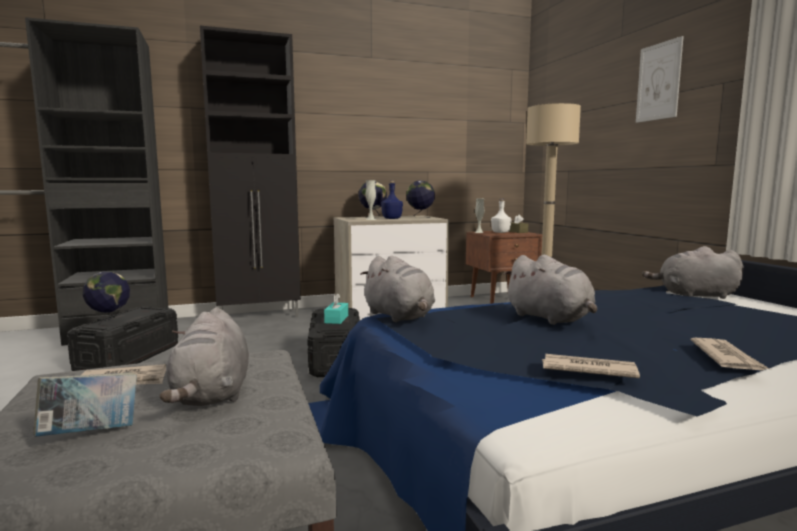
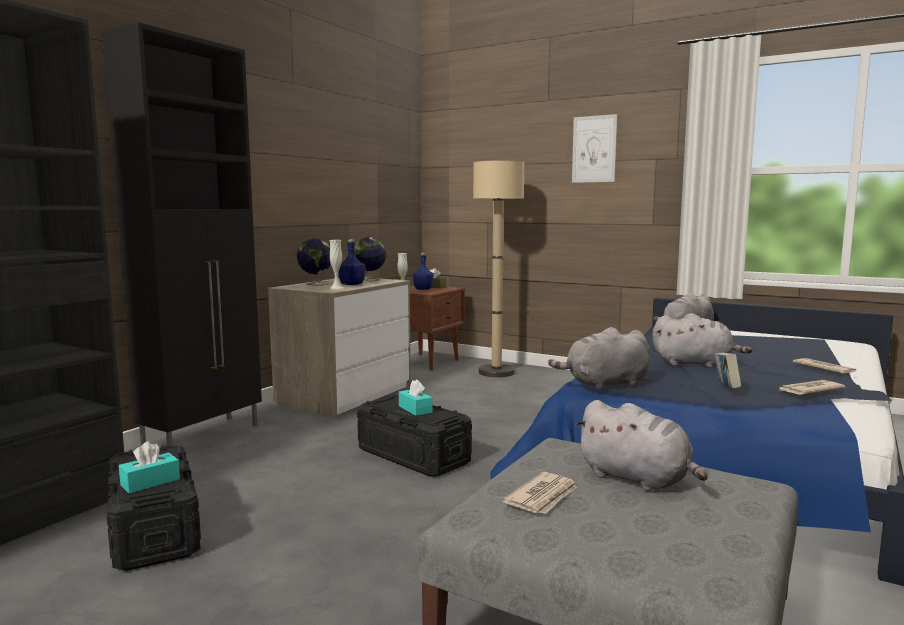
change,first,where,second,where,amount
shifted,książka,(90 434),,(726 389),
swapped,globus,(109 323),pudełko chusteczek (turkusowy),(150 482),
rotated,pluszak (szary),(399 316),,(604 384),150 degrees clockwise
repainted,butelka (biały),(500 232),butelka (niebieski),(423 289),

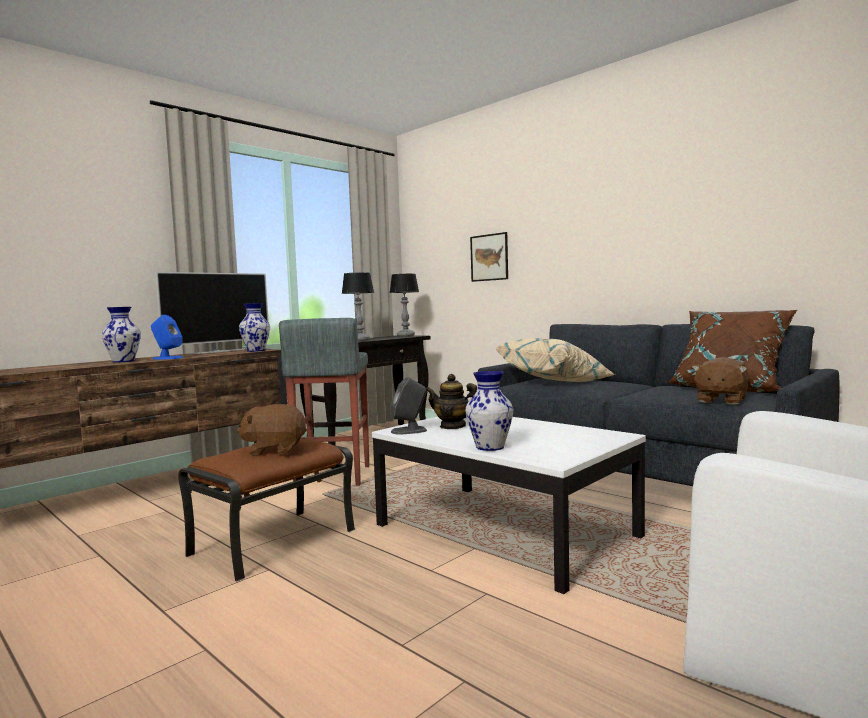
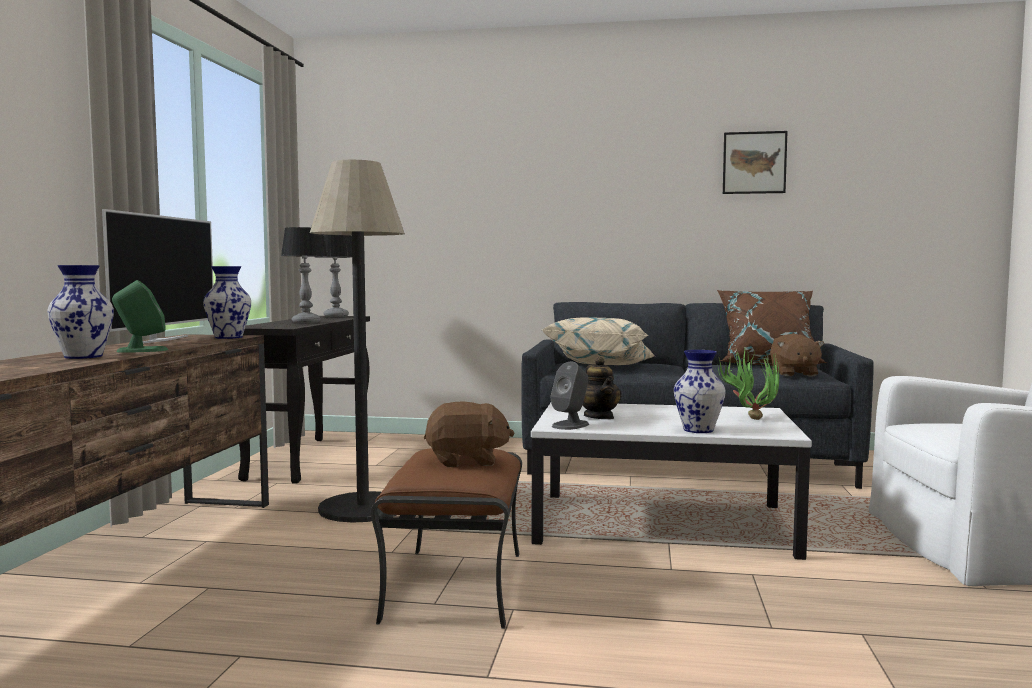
change,first,where,second,where,amount
repainted,głośnik (niebieski),(167 358),głośnik (zielony),(141 350),
rotated,pluszak (brązowy),(274 450),,(467 461),150 degrees counterclockwise
swapped,stołek (szary),(332 476),lampa stojąca,(363 508),
rotated,imbryk,(453 426),,(599 417),90 degrees counterclockwise
shifted,obraz,(489 257),,(754 162),
new,,,roślina doniczkowa,(749 417),

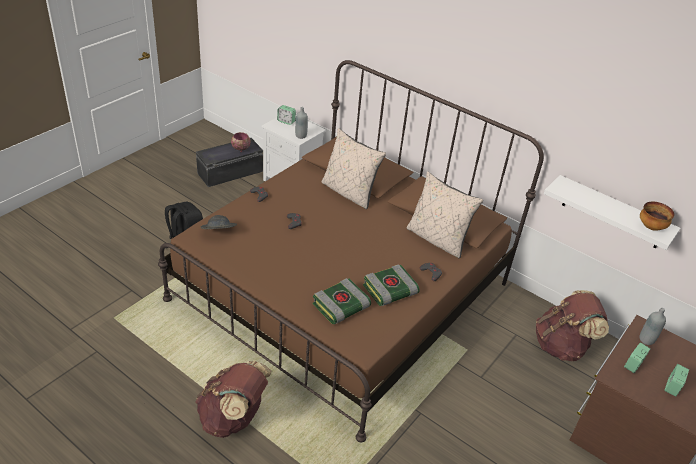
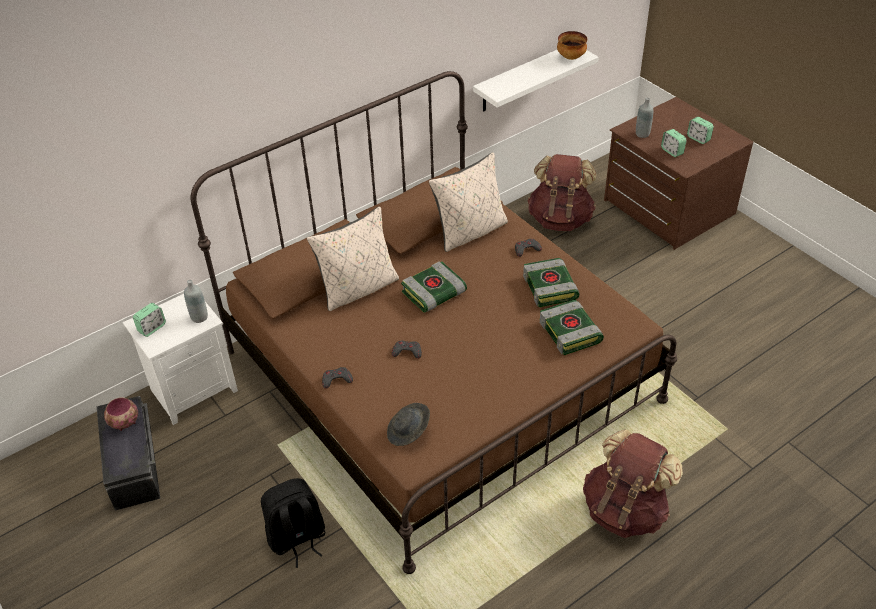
change,first,where,second,where,amount
new,,,książka,(433 294),

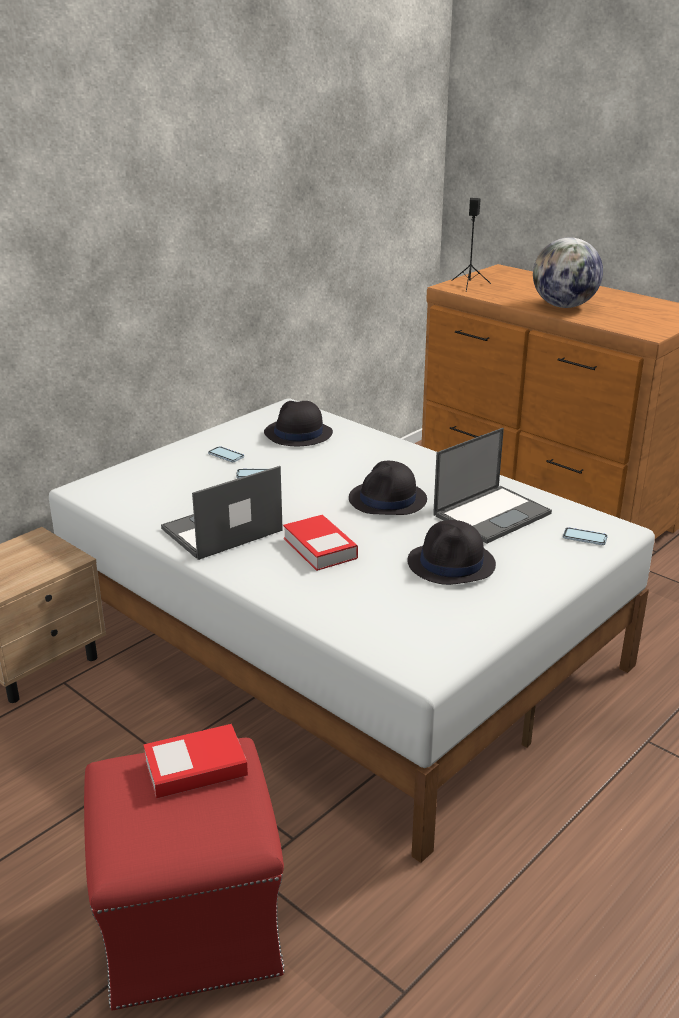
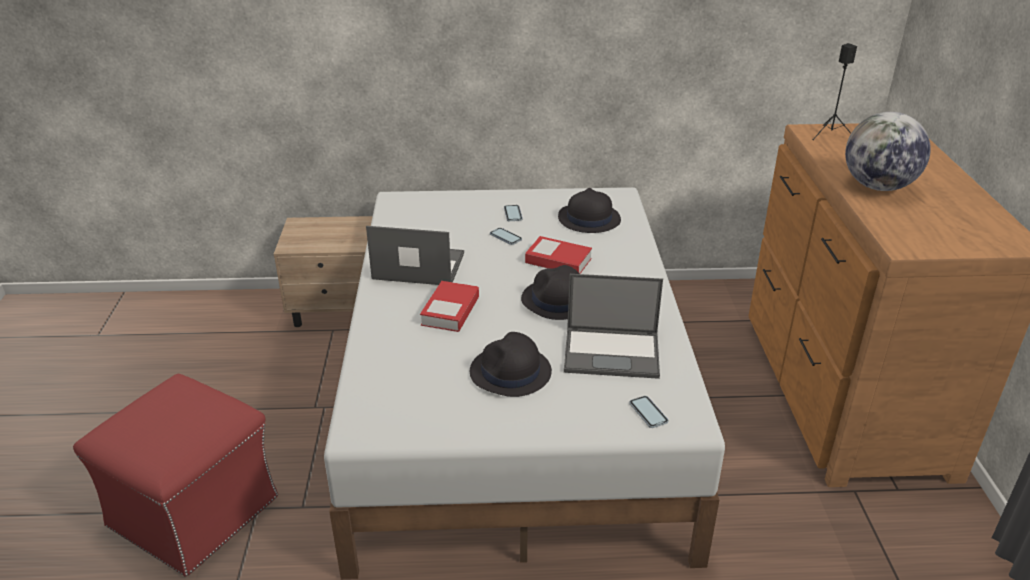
change,first,where,second,where,amount
shifted,książka,(196 768),,(558 261),

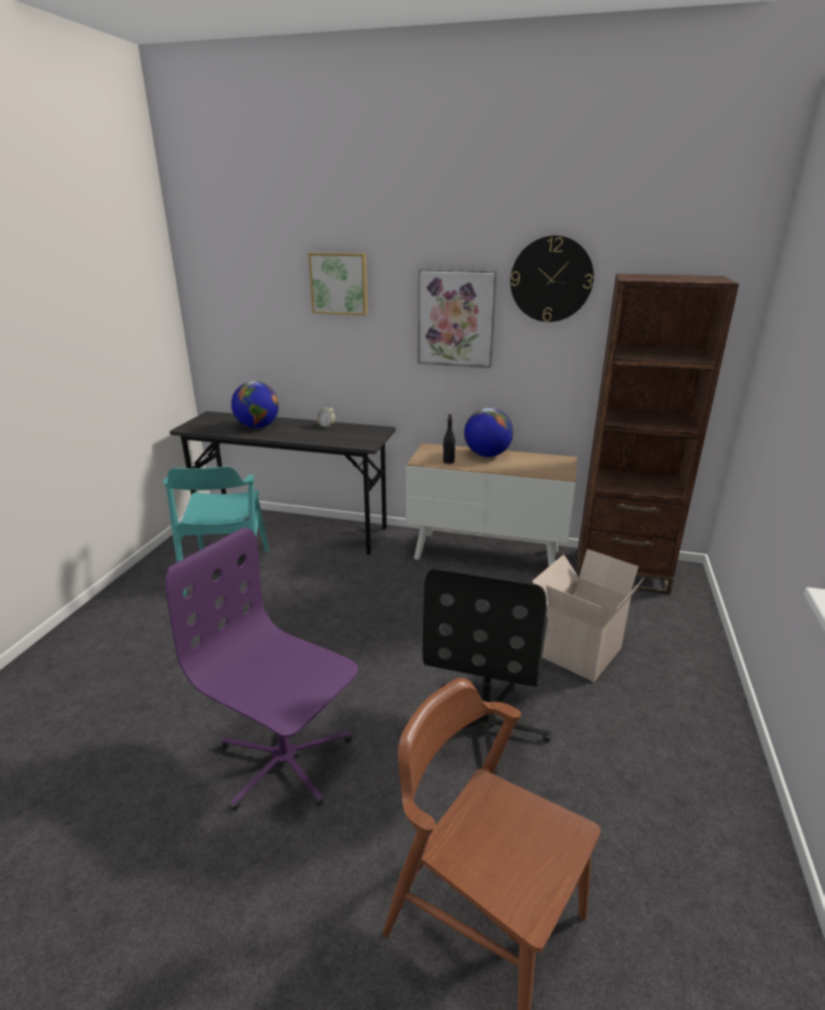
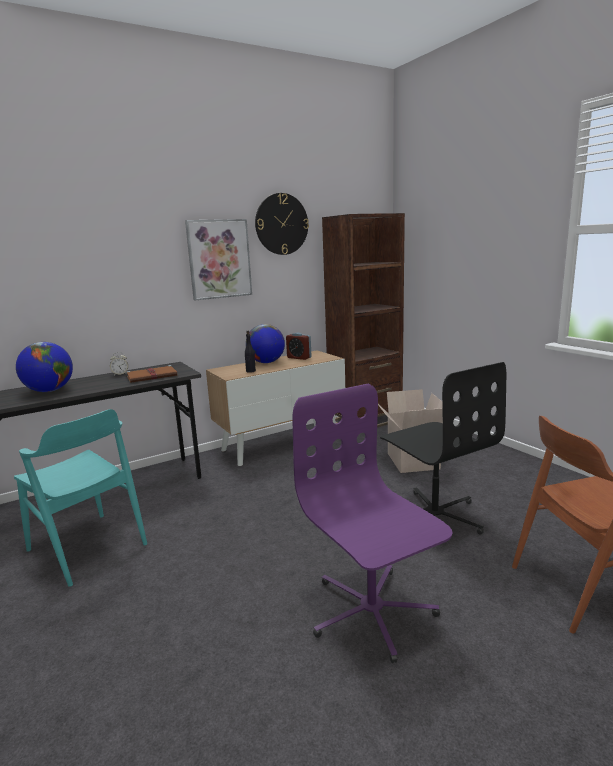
change,first,where,second,where,amount
rotated,krzesło biurowe (fioletowy),(284 760),,(371 612),75 degrees clockwise
gone,obraz,(339 283),,,
new,,,książka (brązowy),(153 376),
new,,,budzik,(299 357),

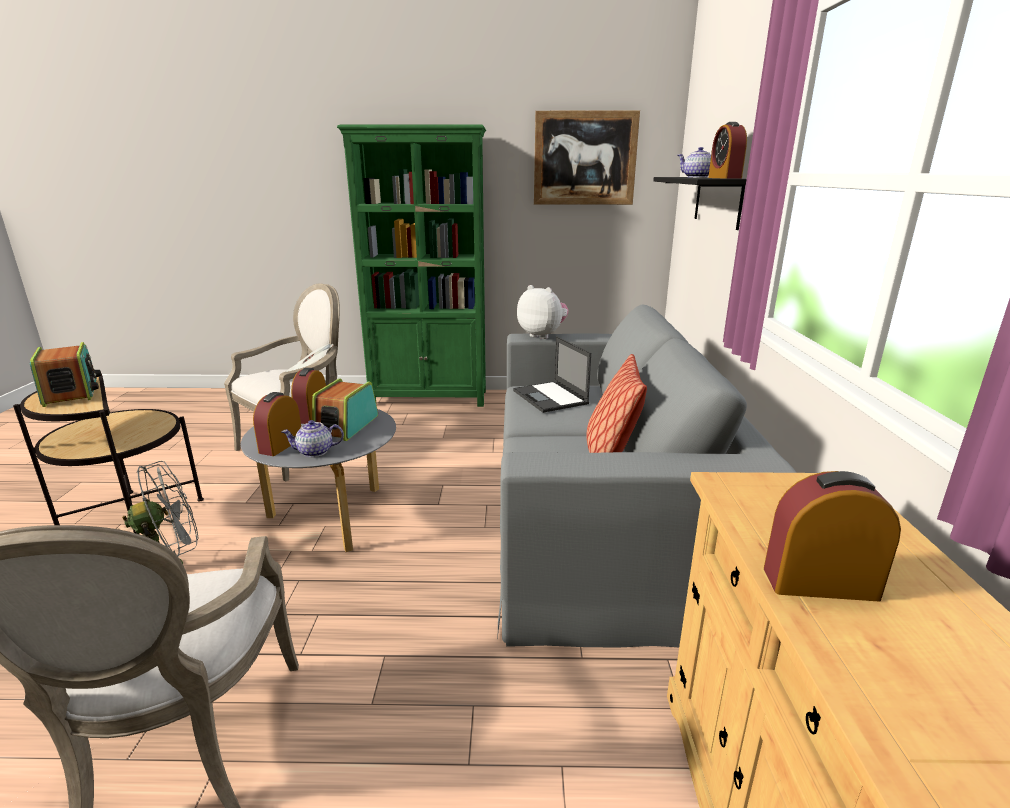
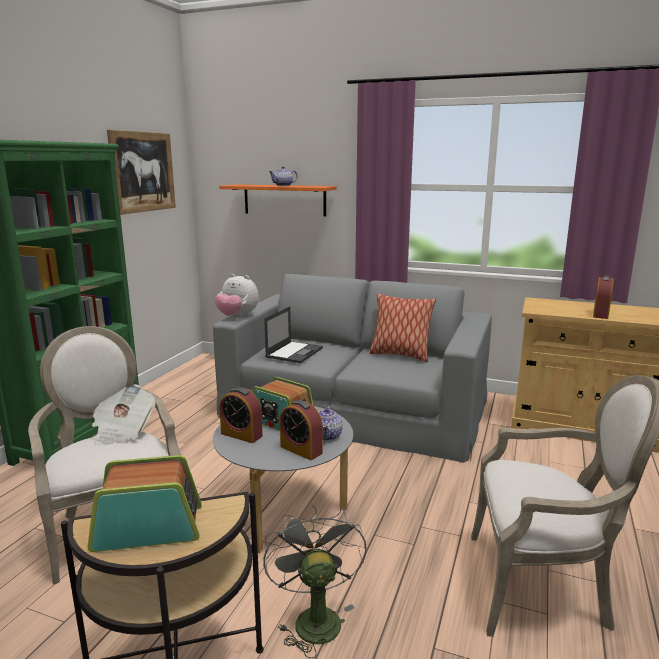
change,first,where,second,where,amount
rotated,laptop,(550 397),,(294 352),60 degrees counterclockwise
rotated,pluszak,(542 335),,(237 316),120 degrees counterclockwise
repainted,półka (czarny),(717 201),półka (pomarańczowy),(284 200),
gone,budzik,(724 178),,,

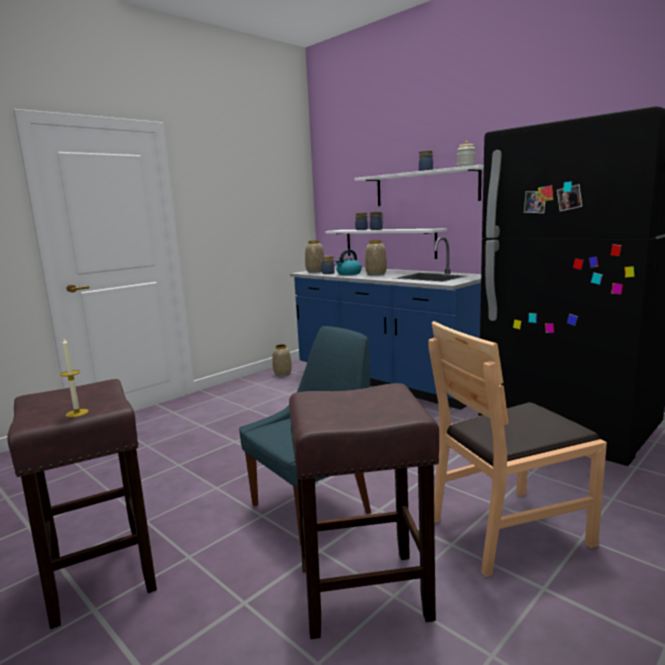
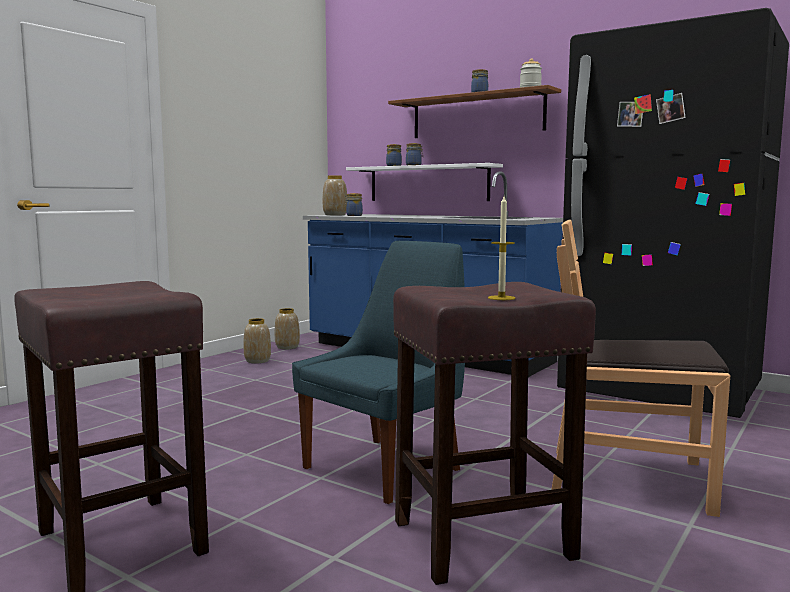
change,first,where,second,where,amount
shifted,świeca,(77 413),,(501 298),
gone,czajnik,(348 274),,,
repainted,półka (biały),(425 188),półka (brązowy),(477 115),
shifted,wazon,(376 274),,(257 361),
rotated,krzesło (brązowy),(508 530),,(629 478),45 degrees clockwise

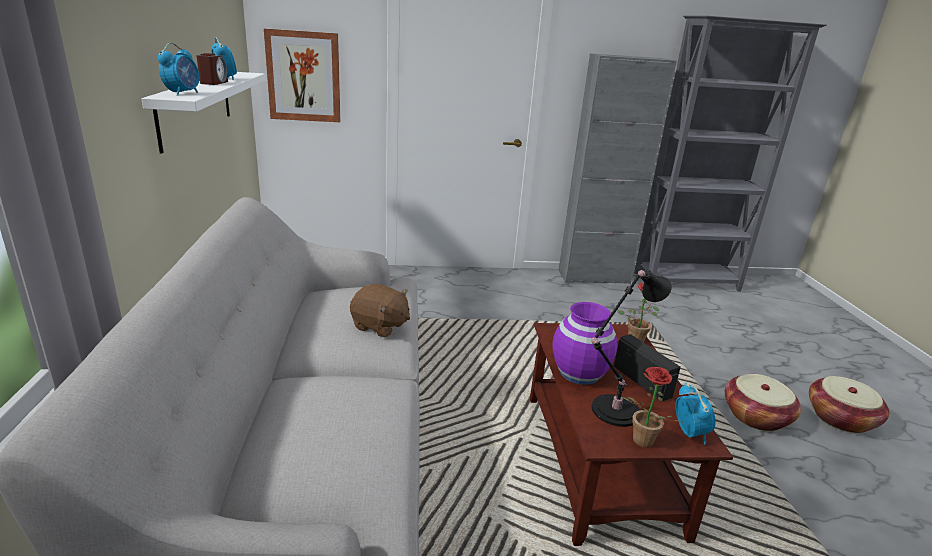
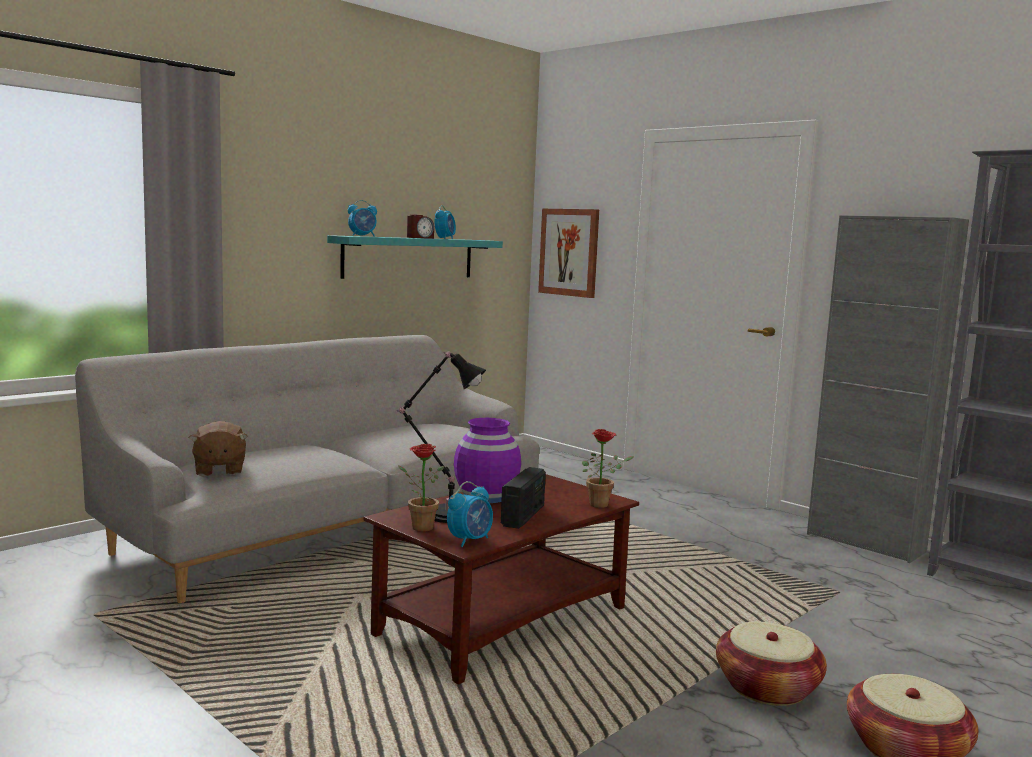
change,first,where,second,where,amount
repainted,półka (biały),(196 107),półka (turkusowy),(409 257),
shifted,pluszak (brązowy),(380 326),,(219 470),

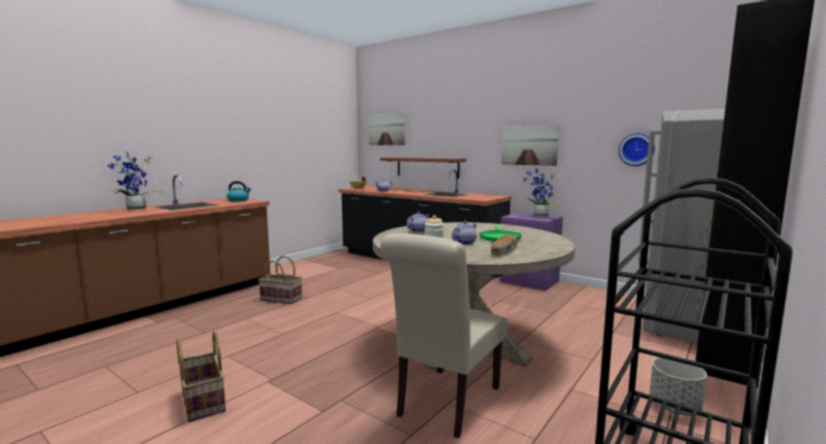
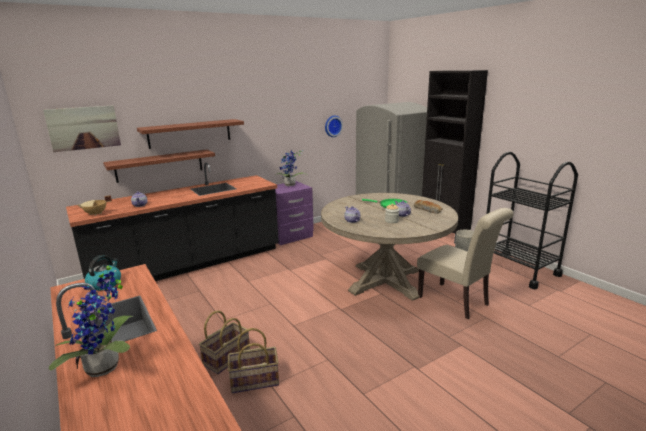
change,first,where,second,where,amount
shifted,koszyk,(202 401),,(254 381),
gone,obraz,(529 145),,,
new,,,półka,(190 133),

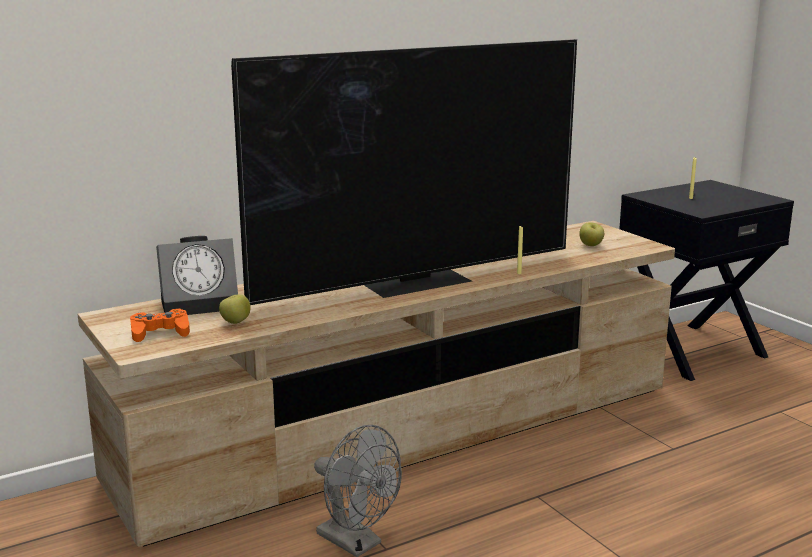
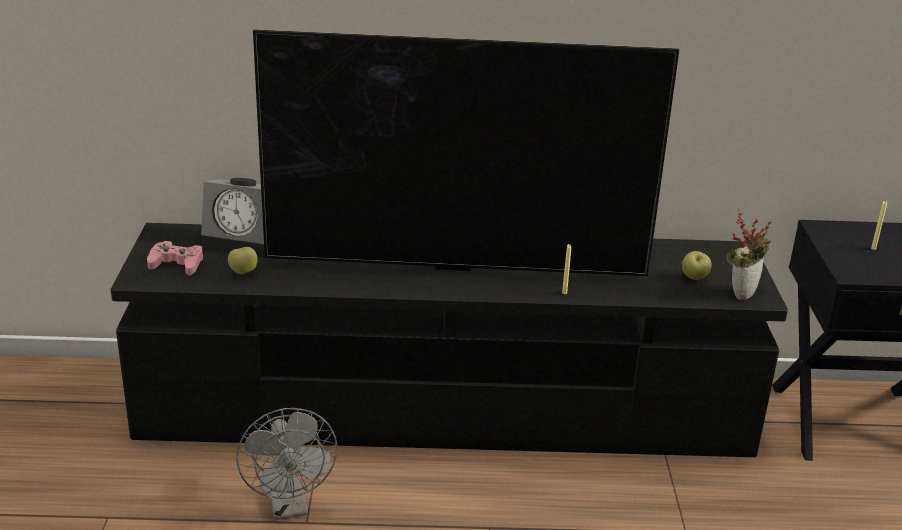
change,first,where,second,where,amount
repainted,szafka pod telewizor (beżowy),(405 432),szafka pod telewizor (czarny),(445 411),
repainted,pad do gier (pomarańczowy),(160 332),pad do gier (różowy),(177 264),
new,,,roślina doniczkowa,(741 292),

